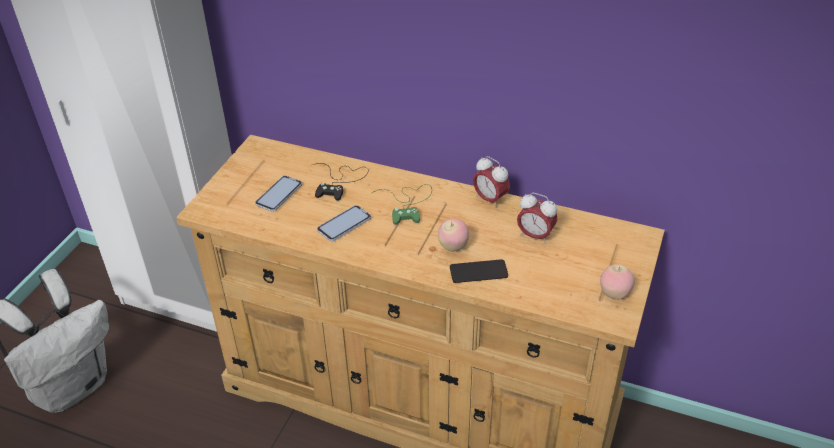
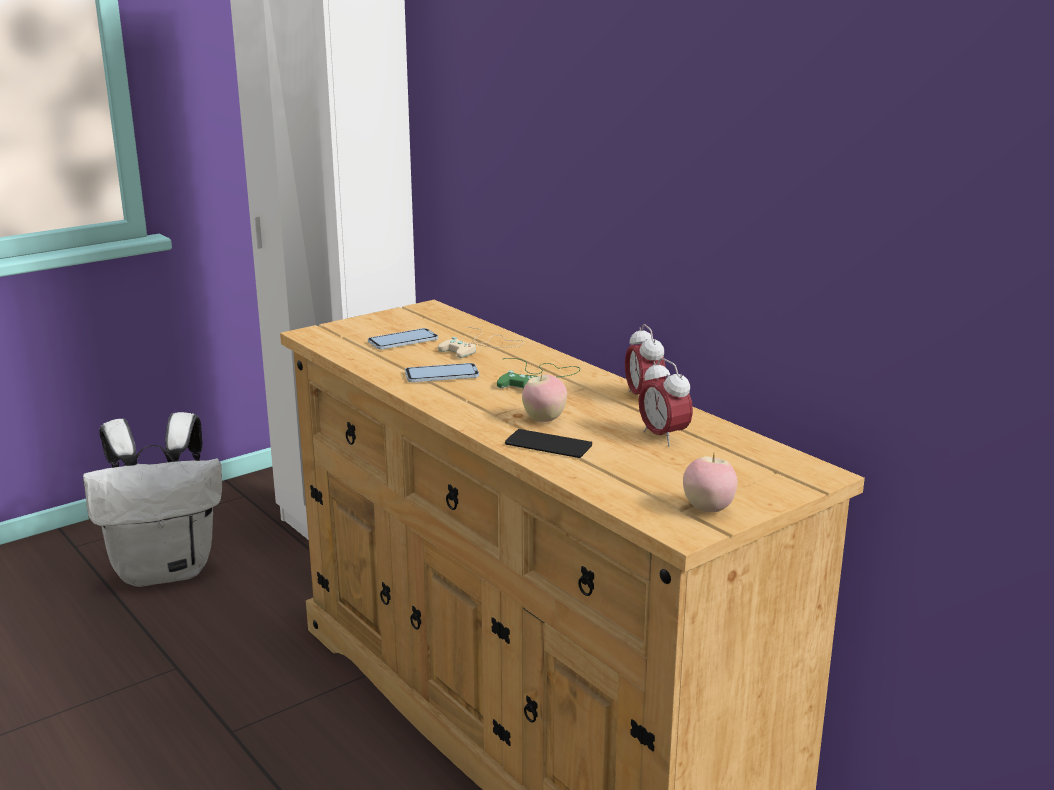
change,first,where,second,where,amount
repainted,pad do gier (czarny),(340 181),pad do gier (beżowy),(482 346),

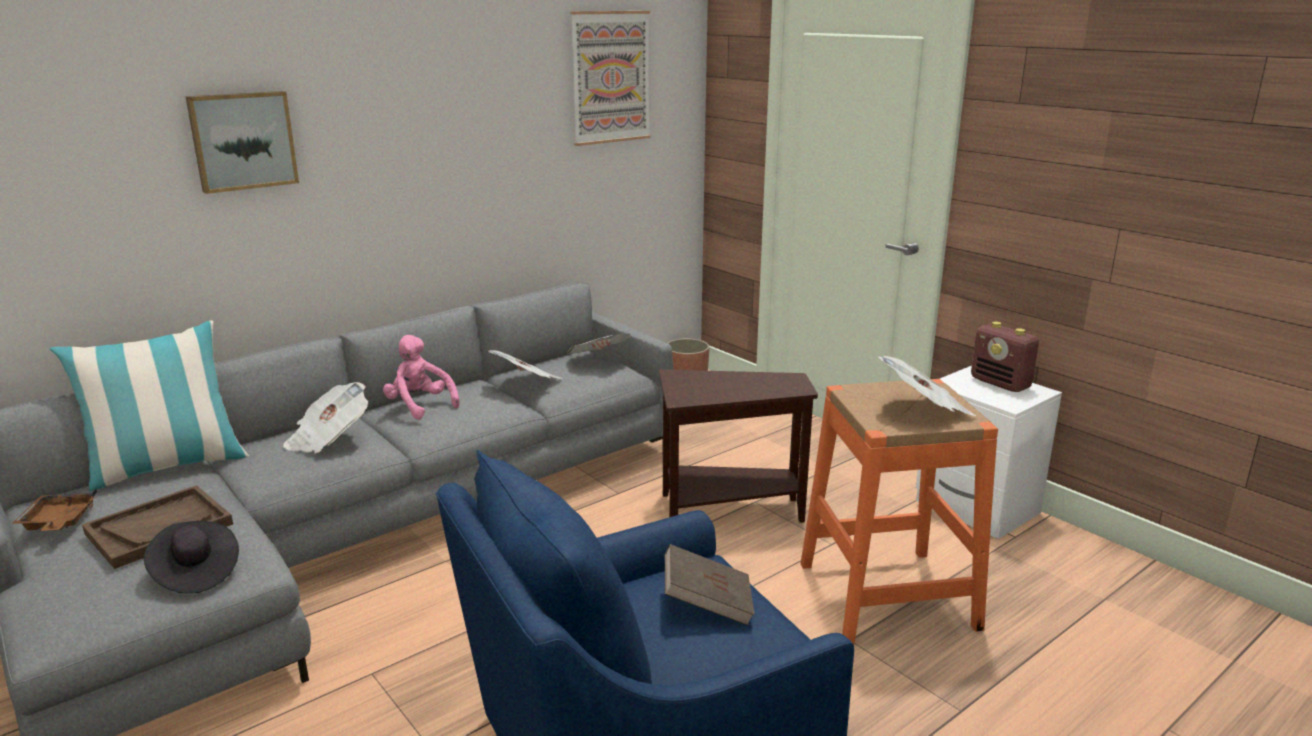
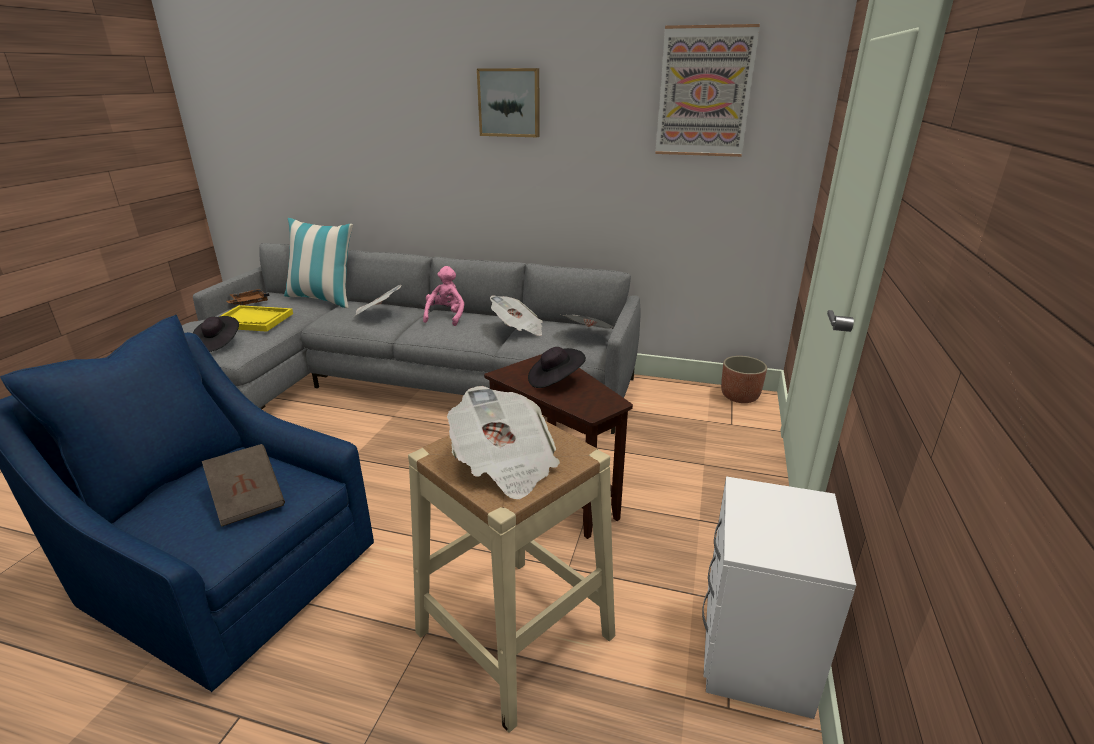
change,first,where,second,where,amount
repainted,taca (brązowy),(159 528),taca (żółty),(253 320),
shifted,obraz,(242 141),,(509 102),
repainted,stołek (pomarańczowy),(887 595),stołek (beżowy),(515 633),
gone,radio,(1001 384),,,
new,,,kapelusz (czarny),(555 380),

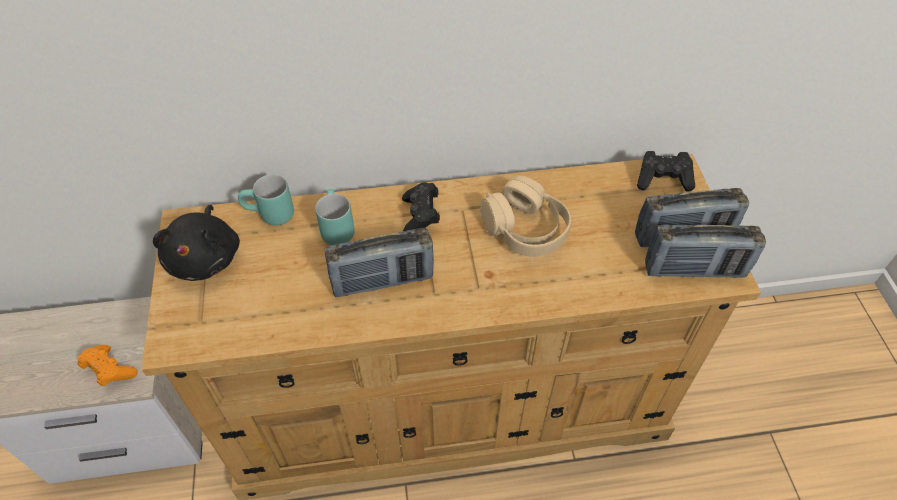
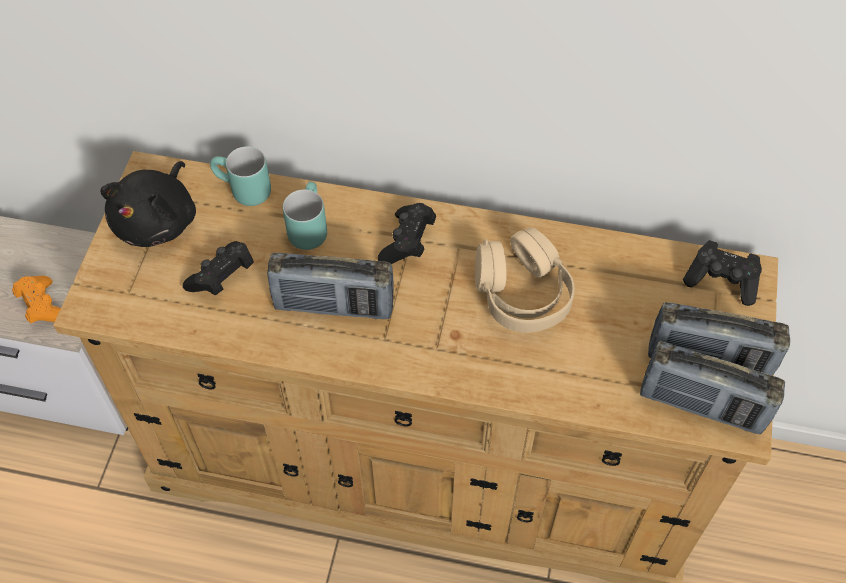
change,first,where,second,where,amount
new,,,pad do gier (czarny),(222 277),

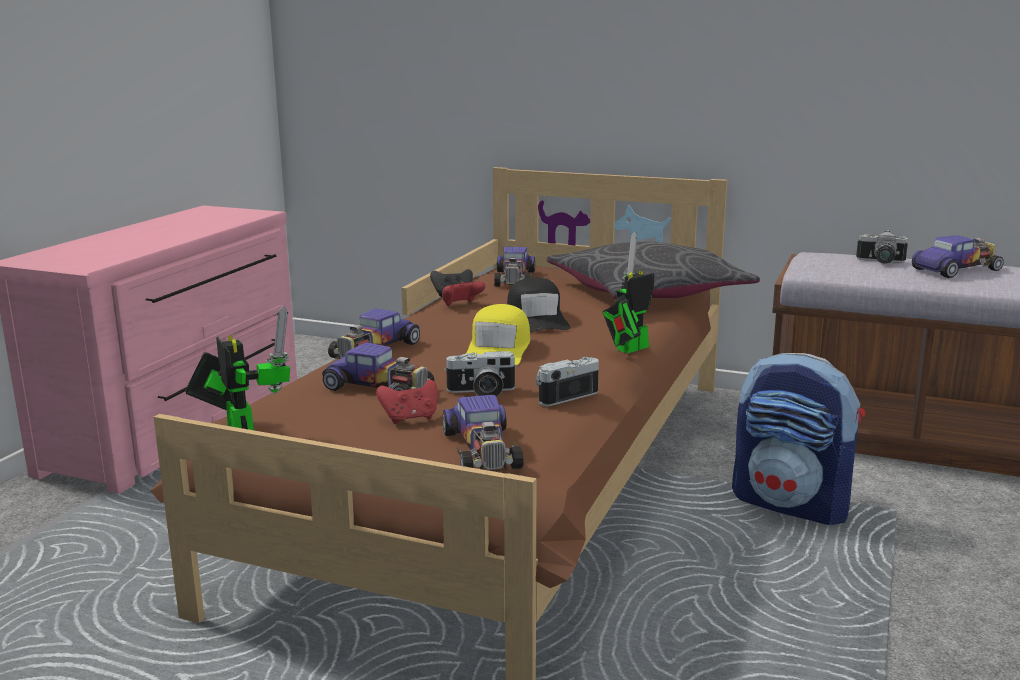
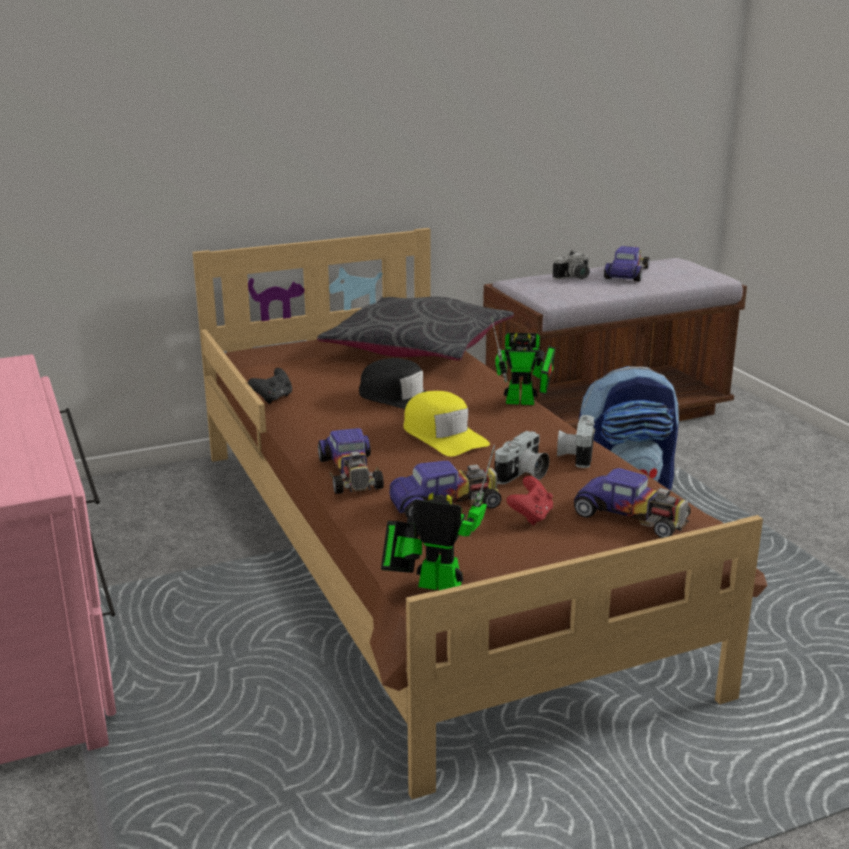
change,first,where,second,where,amount
gone,pad do gier (czerwony),(461 305),,,
gone,samochodzik,(514 278),,,
rotated,robot zabawkowy,(629 349),,(525 402),90 degrees counterclockwise

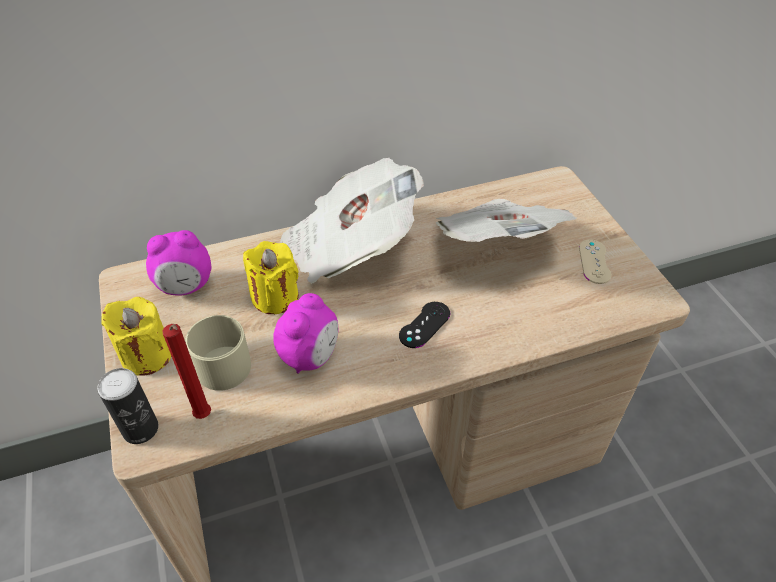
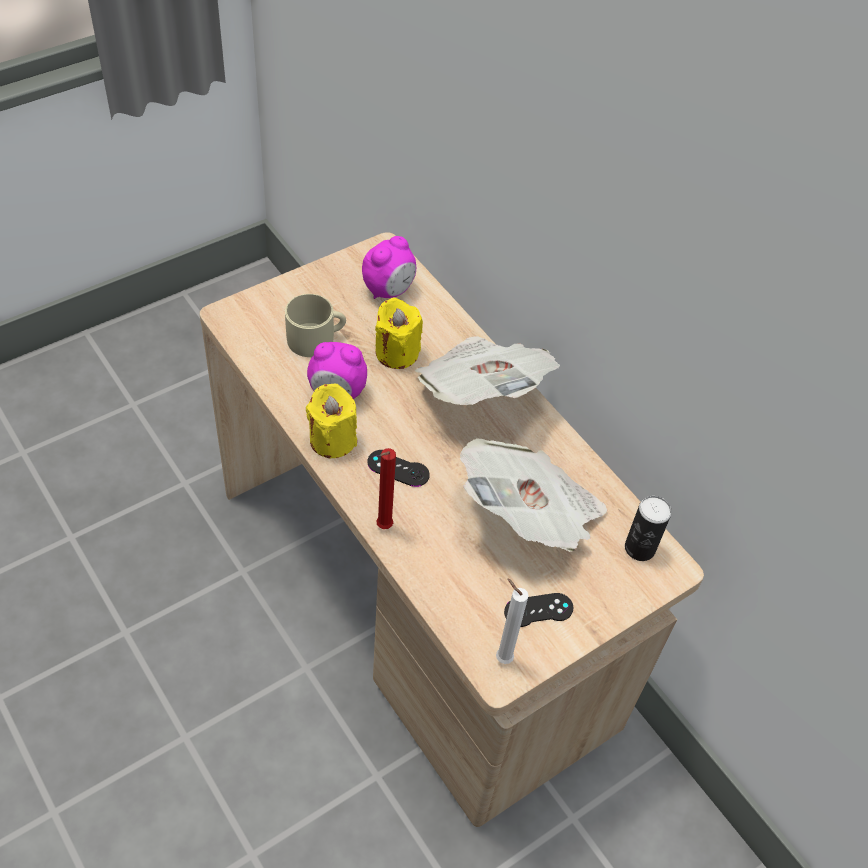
change,first,where,second,where,amount
shifted,puszka,(140 429),,(639 548),
shifted,świeca (żółty),(146 355),,(332 440),
rotated,budzik,(186 287),,(389 290),105 degrees counterclockwise
shifted,świeca (czerwony),(204 417),,(382 528),
repainted,pad do gier (beżowy),(594 261),pad do gier (czarny),(538 610),
new,,,świeca (biały),(501 657),

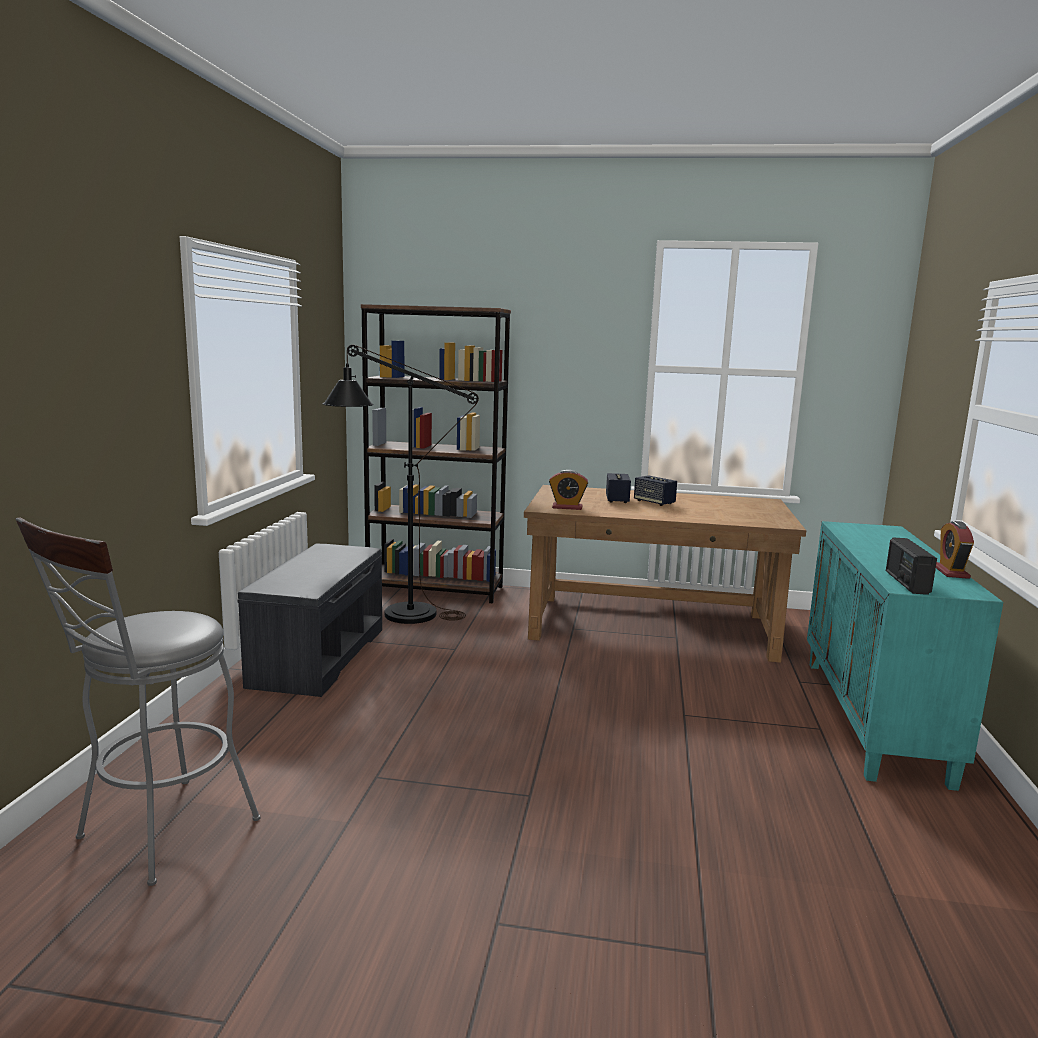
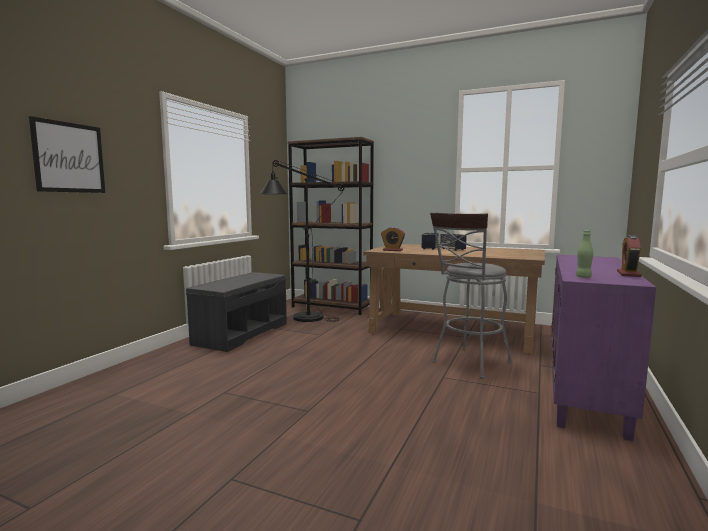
change,first,where,second,where,amount
shifted,stołek (szary),(157 835),,(468 364),
repainted,szafka (turkusowy),(874 719),szafka (fioletowy),(586 390),
swapped,radio,(906 583),butelka (zielony),(583 277),
new,,,obraz,(69 157),

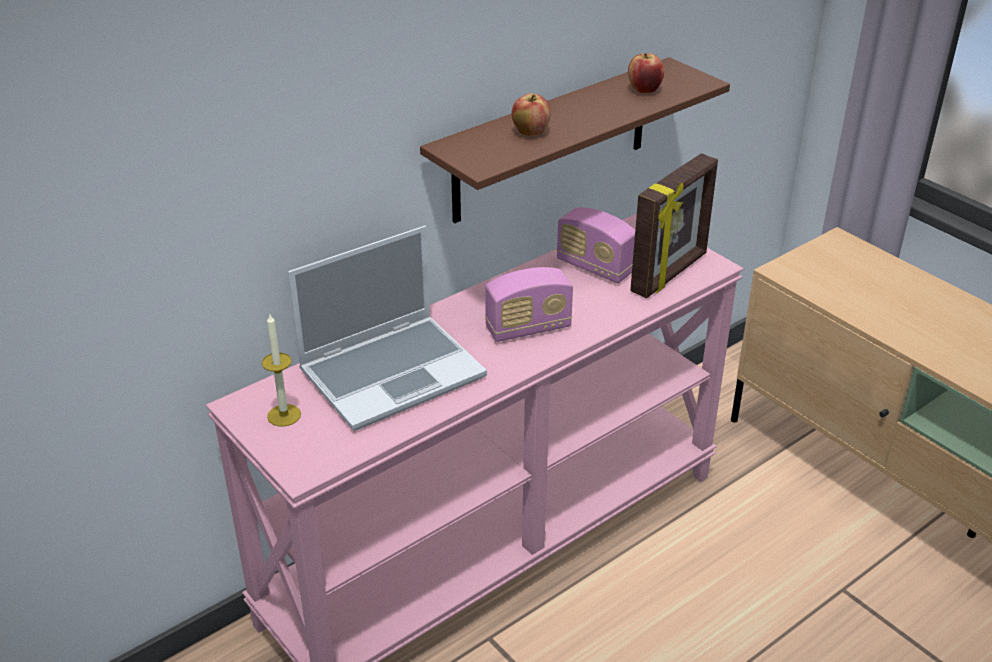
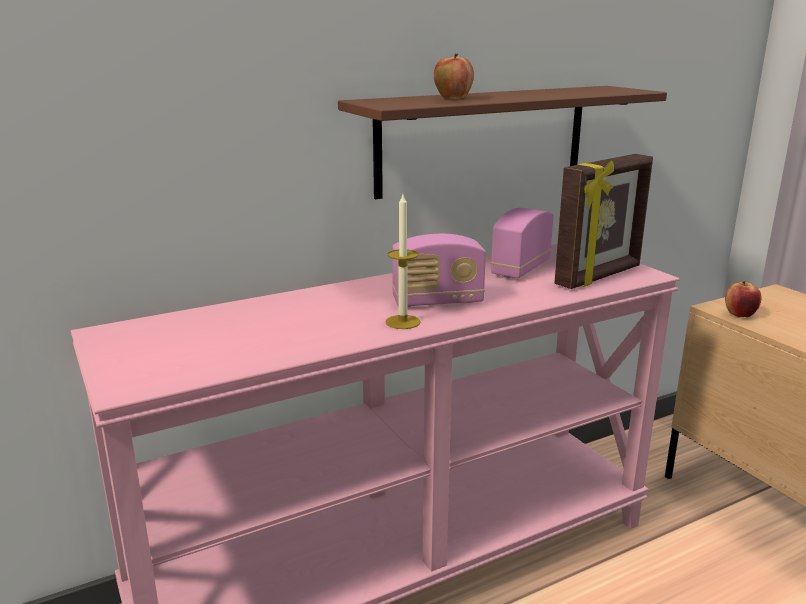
change,first,where,second,where,amount
shifted,świeca,(284 415),,(403 322),
gone,laptop,(393 372),,,
rotated,radio,(594 267),,(520 268),75 degrees clockwise
shifted,jabłko,(644 90),,(740 315),

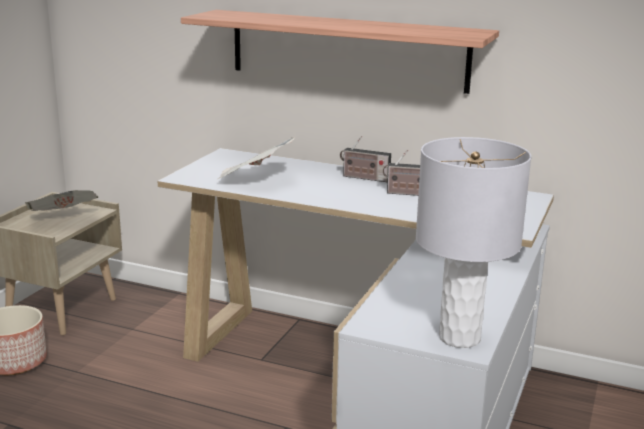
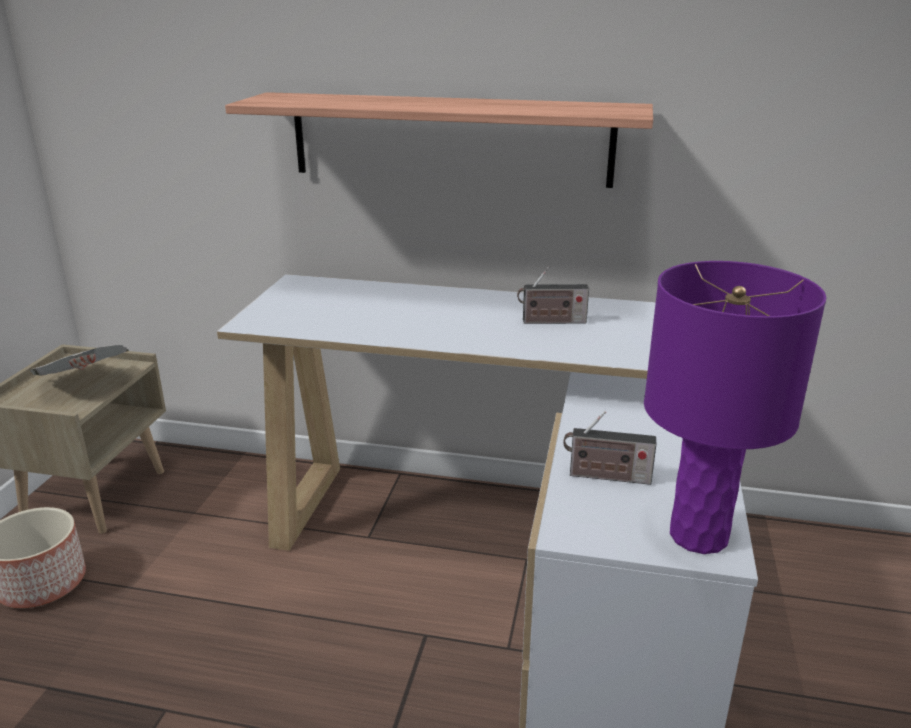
change,first,where,second,where,amount
gone,gazeta,(254 180),,,
shifted,radio,(363 178),,(605 476),
repainted,lampa stołowa (szary),(459 337),lampa stołowa (fioletowy),(697 535),

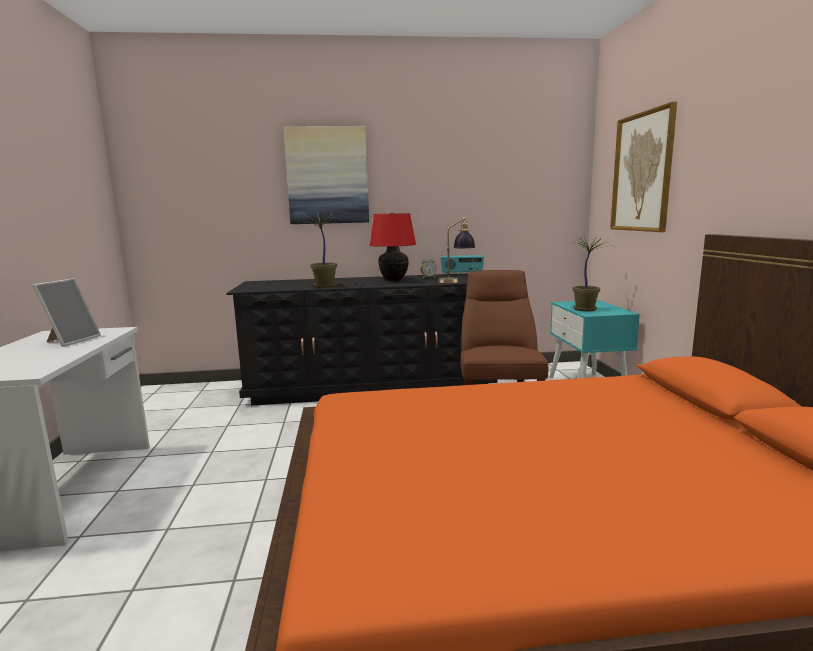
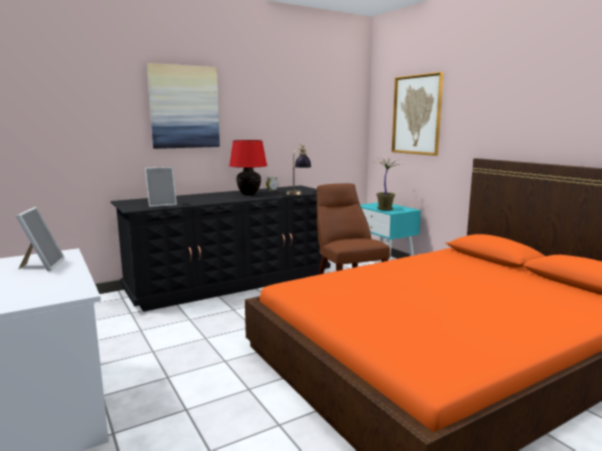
change,first,where,second,where,amount
gone,roślina doniczkowa,(324 286),,,
gone,radio,(461 274),,,
new,,,ramka na zdjęcie,(162 204),

